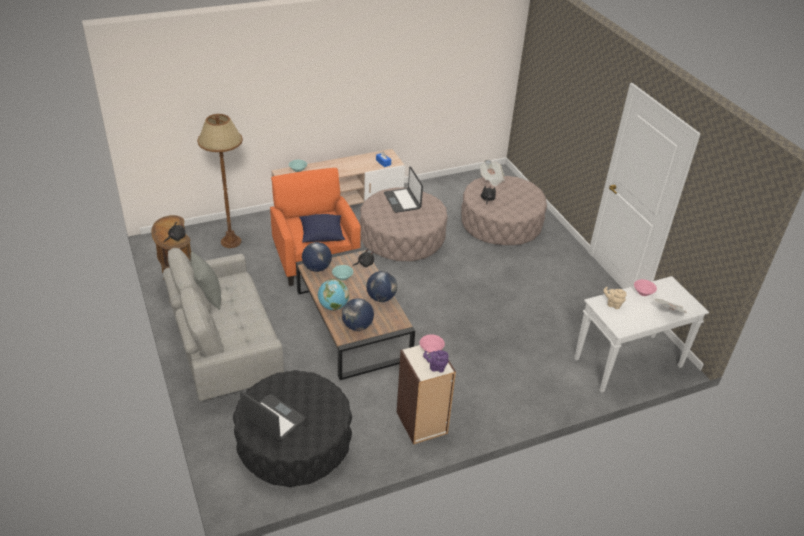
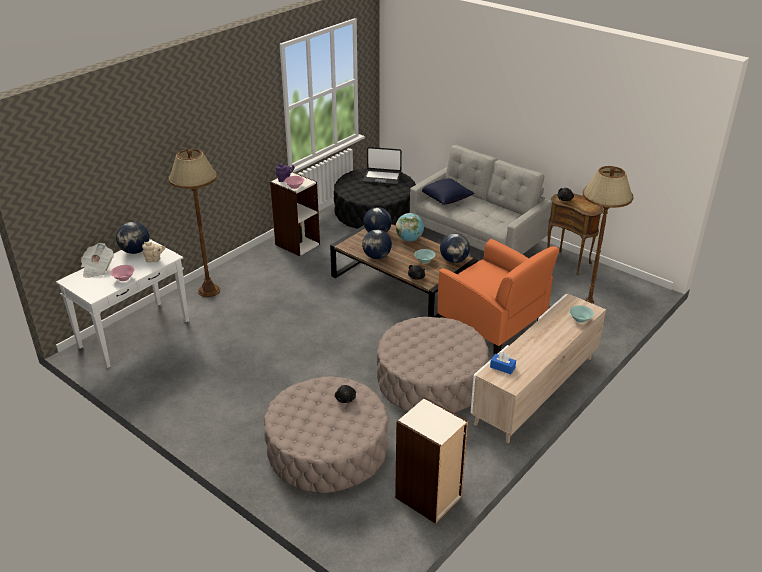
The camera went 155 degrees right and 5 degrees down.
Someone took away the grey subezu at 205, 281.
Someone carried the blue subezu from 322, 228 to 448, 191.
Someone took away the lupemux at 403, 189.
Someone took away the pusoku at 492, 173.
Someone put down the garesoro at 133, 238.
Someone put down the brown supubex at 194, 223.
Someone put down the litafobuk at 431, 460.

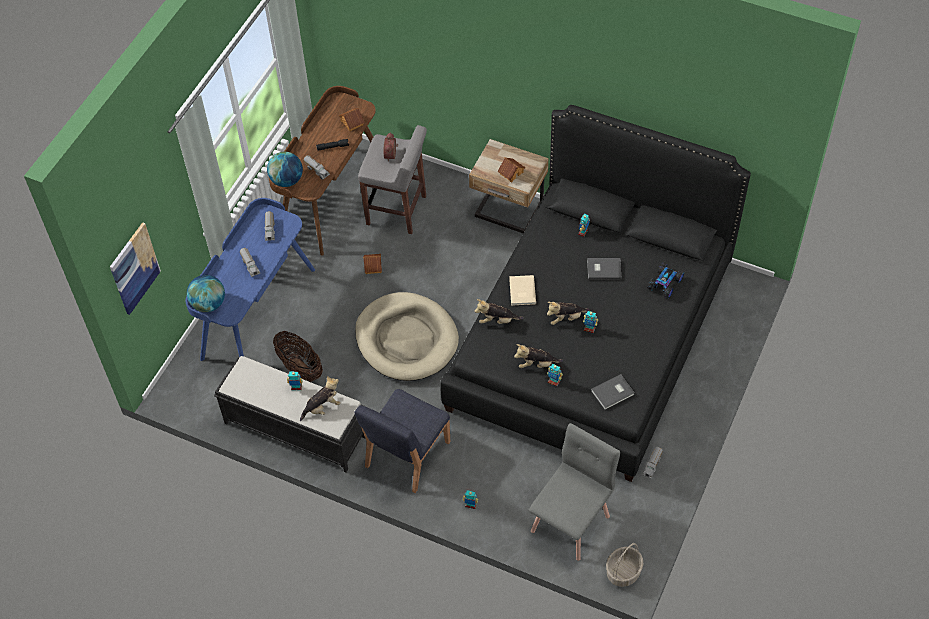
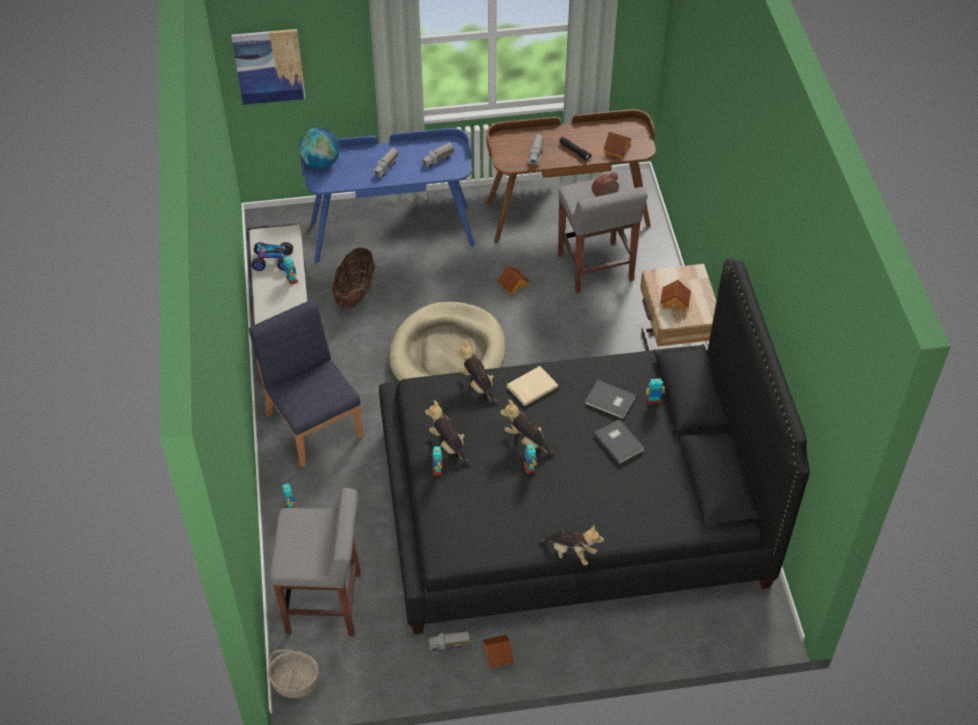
The camera went 55 degrees right and 5 degrees down.
Someone took away the garesoro at 285, 169.
Someone carried the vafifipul from 320, 398 to 571, 545.
Someone rotated the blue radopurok at 402, 441 by 60 degrees clockwise.
Someone swapped the grey radopurok at 574, 492 for the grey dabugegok at 315, 562.
Someone carried the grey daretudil from 612, 392 to 610, 399.
Someone carried the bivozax from 665, 281 to 272, 256.
Someone put down the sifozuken at 498, 651.

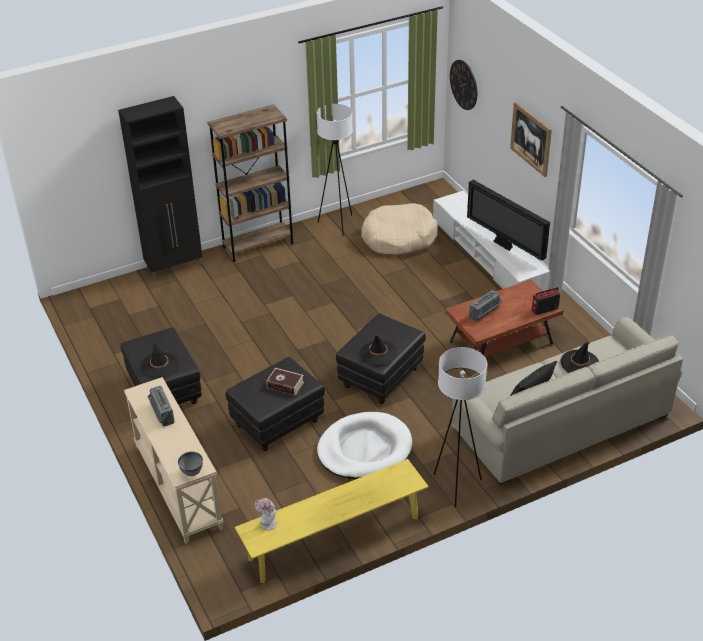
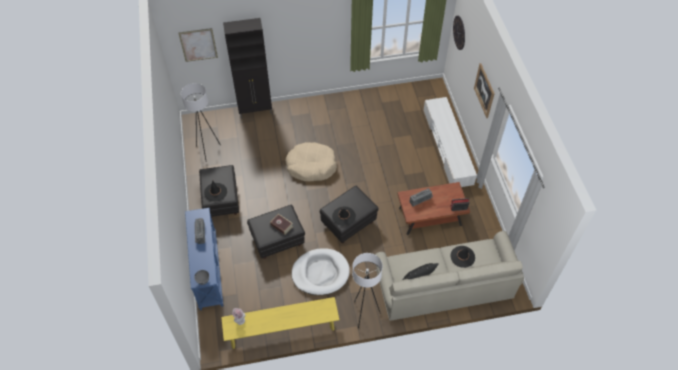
The camera went 15 degrees right and 15 degrees up.
Someone repainted the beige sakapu at 173, 460, which became the blue sakapu at 204, 259.
Someone took away the brown litafobuk at 250, 183.
Someone carried the white supubex from 334, 170 to 201, 122.
Someone carried the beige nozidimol from 399, 229 to 311, 161.
Someone took away the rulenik at 508, 220.
Someone put up the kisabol at 198, 45.

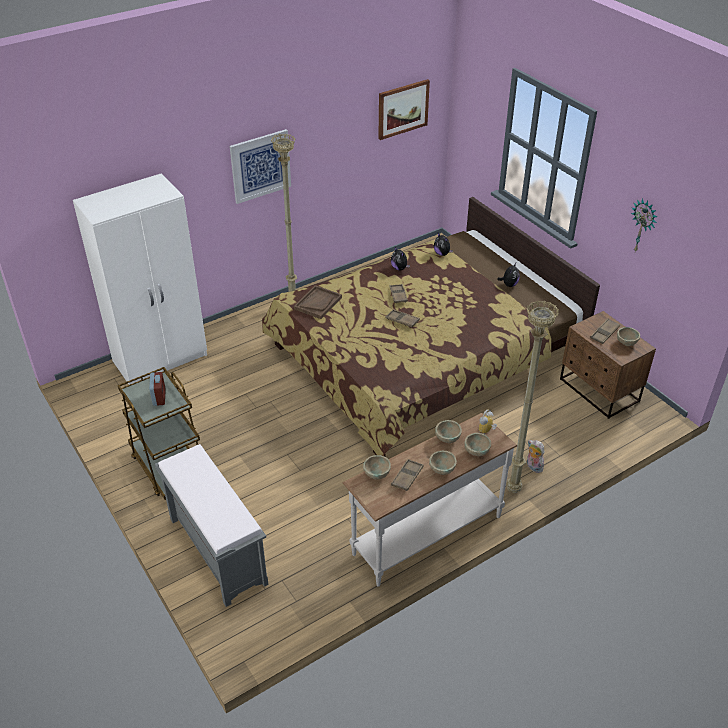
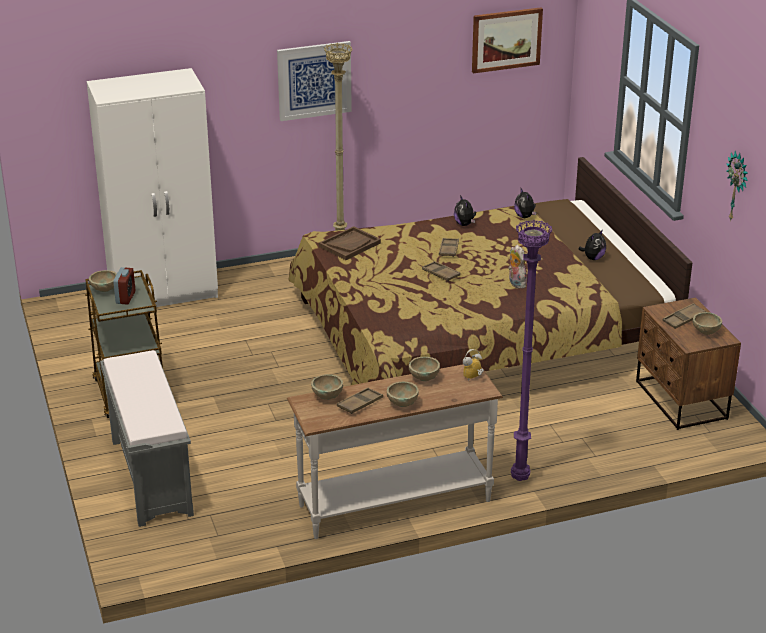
The camera went 15 degrees right and 10 degrees down.
Someone carried the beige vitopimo from 478, 444 to 103, 281.
Someone repainted the beige supubex at 532, 396, which became the purple supubex at 531, 350.
Someone carried the vafifipul from 535, 456 to 517, 267.

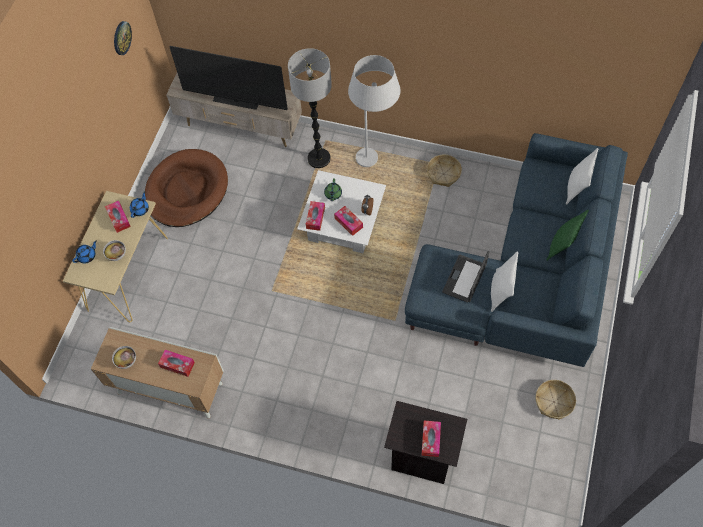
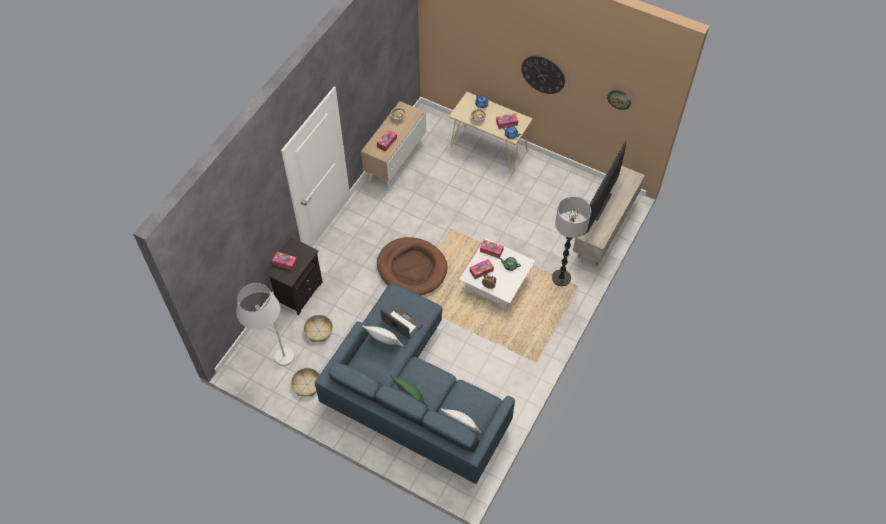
The camera went 100 degrees right and 5 degrees down.
Someone carried the brown nozidimol from 186, 188 to 412, 266.
Someone carried the white supubex from 374, 111 to 265, 324.
Someone carried the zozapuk from 444, 171 to 318, 328.
Someone put up the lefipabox at 543, 75.

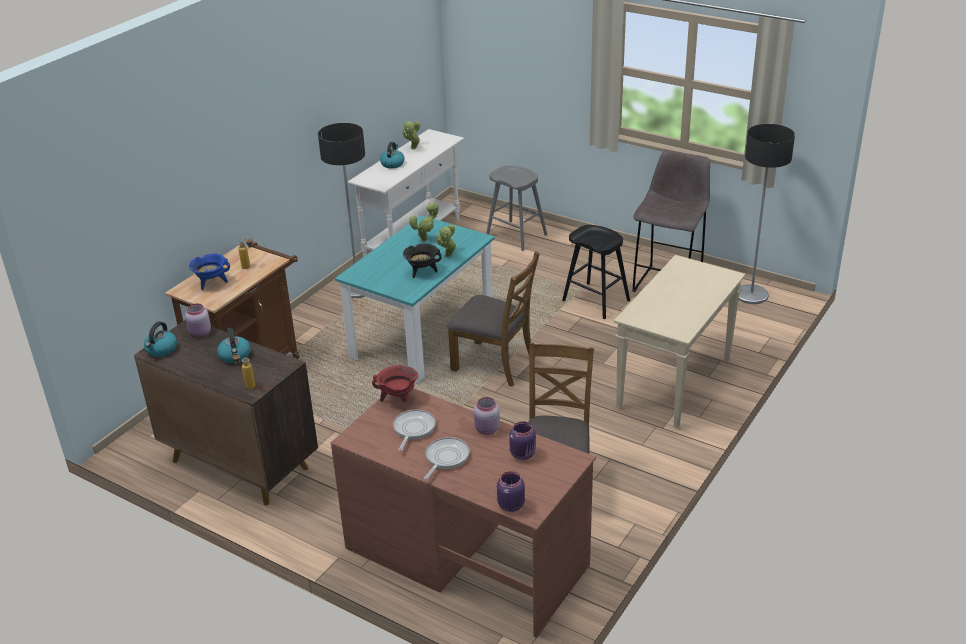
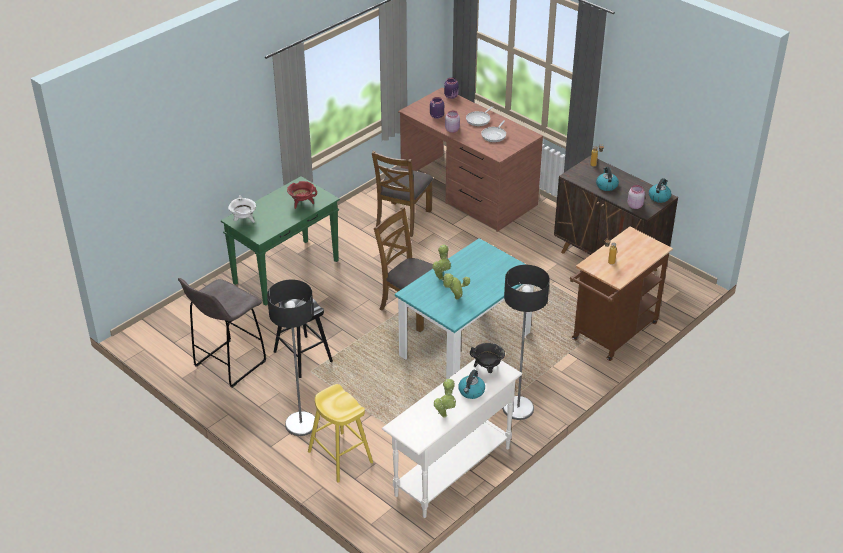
The camera went 170 degrees left and 5 degrees up.
Someone took away the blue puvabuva at 209, 272.
Someone carried the red puvabuva from 395, 383 to 302, 195.
Someone carried the black puvabuva from 422, 261 to 487, 358.
Someone repainted the grey dabugegok at 516, 208, which became the yellow dabugegok at 340, 433.
Someone repainted the beige sakapu at 679, 341, which became the green sakapu at 280, 241.
Someone carried the supubex from 767, 214 to 291, 357.
Someone put down the white puvabuva at 242, 209.

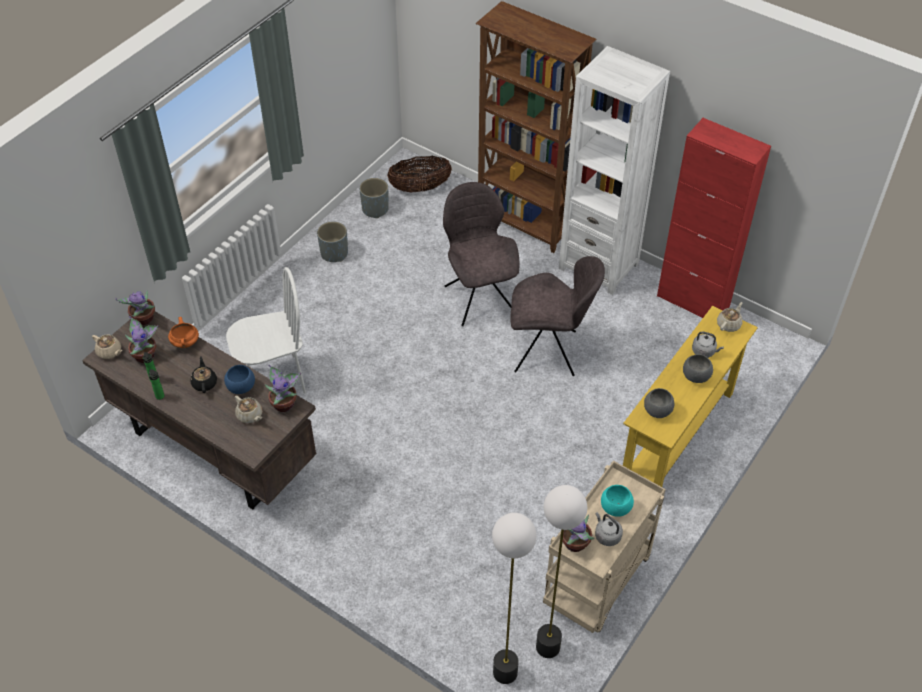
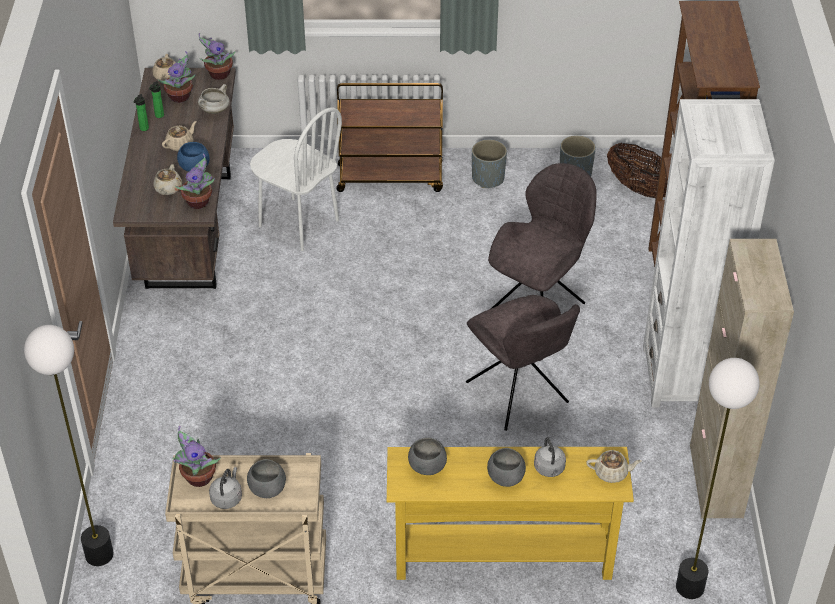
The camera went 55 degrees right and 5 degrees down.
Someone repainted the orange puvabuva at 183, 332, which became the white puvabuva at 214, 99.
Someone repainted the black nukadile at 203, 375, which became the beige nukadile at 179, 136.
Someone carried the supubex from 561, 571 to 718, 478.
Someone repainted the turquoise vitopimo at 617, 501, which became the grey vitopimo at 266, 478.
Someone repainted the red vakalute at 714, 218, which became the beige vakalute at 742, 378.
Someone put down the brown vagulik at 389, 137.

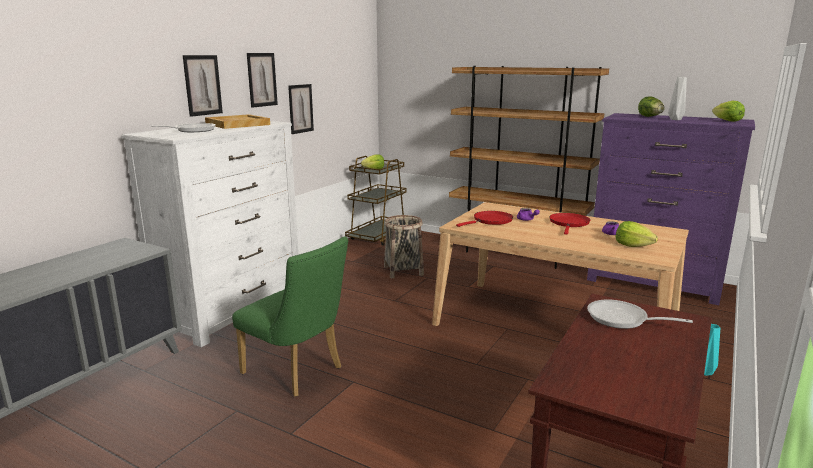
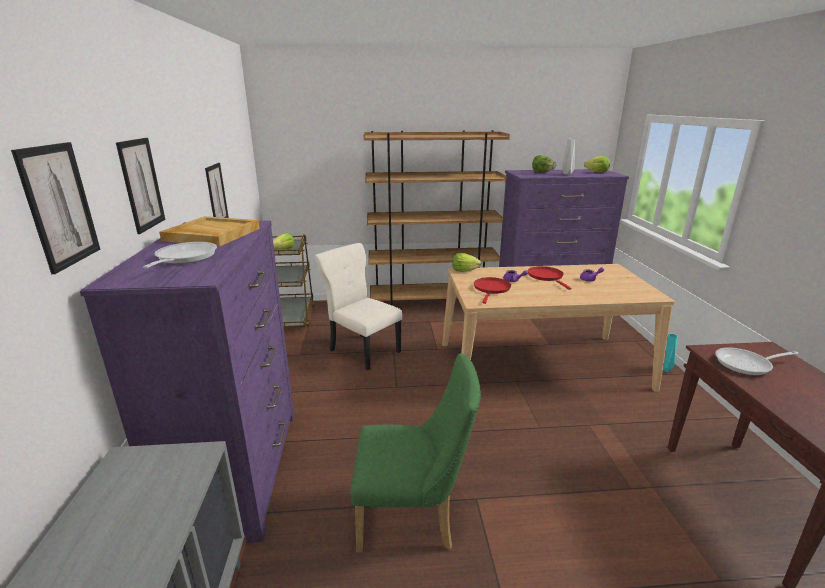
The camera went 35 degrees left and 5 degrees up.
Someone repainted the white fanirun at 210, 234, which became the purple fanirun at 187, 382.
Someone carried the kisabol from 262, 80 to 55, 208.
Someone swapped the zozapuk at 404, 246 for the beige radopurok at 359, 306.
Someone carried the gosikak from 637, 234 to 466, 262.

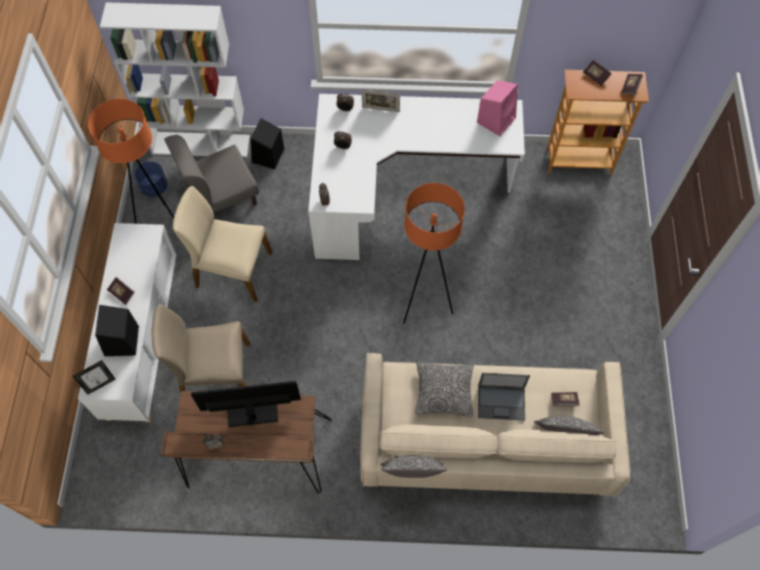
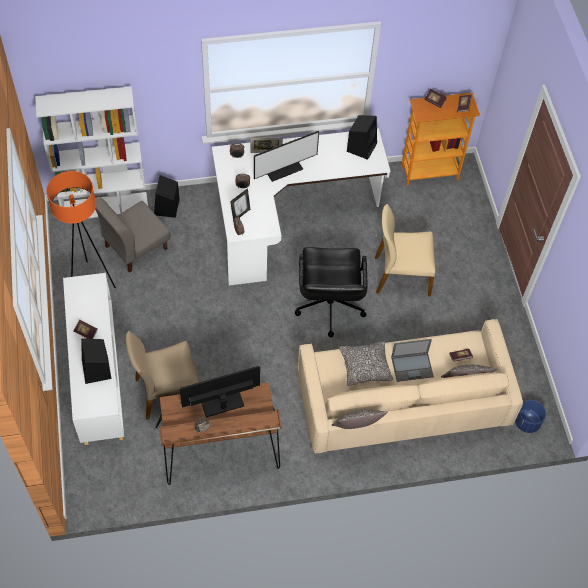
The camera went 15 degrees left and 5 degrees down.
Someone carried the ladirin from 94, 377 to 240, 205.
Someone carried the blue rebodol from 151, 179 to 530, 416.
Someone carried the beige radopurok from 222, 244 to 405, 250.
Someone swapped the orange supubex at 434, 253 for the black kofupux at 331, 292.
Someone repainted the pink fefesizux at 497, 108, which became the black fefesizux at 362, 137.
Someone put down the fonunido at 286, 156.

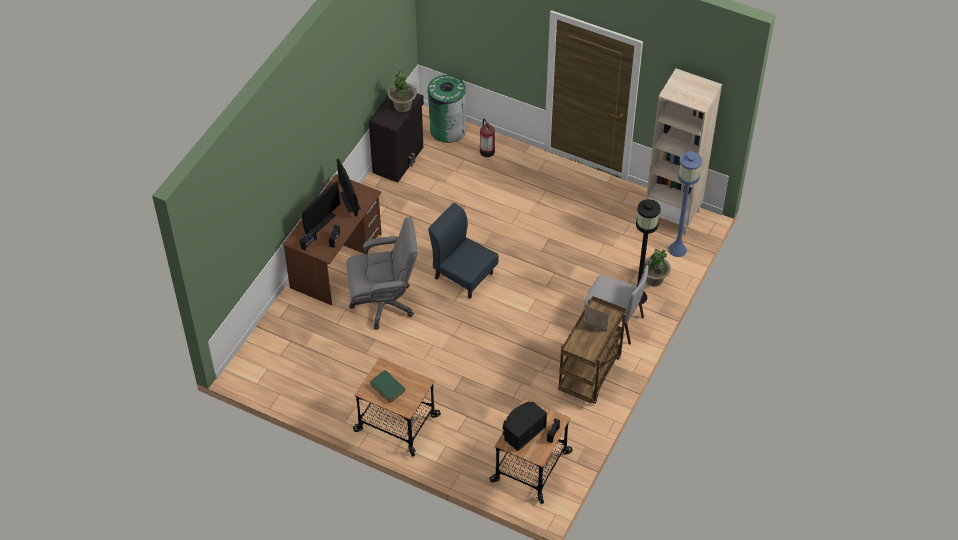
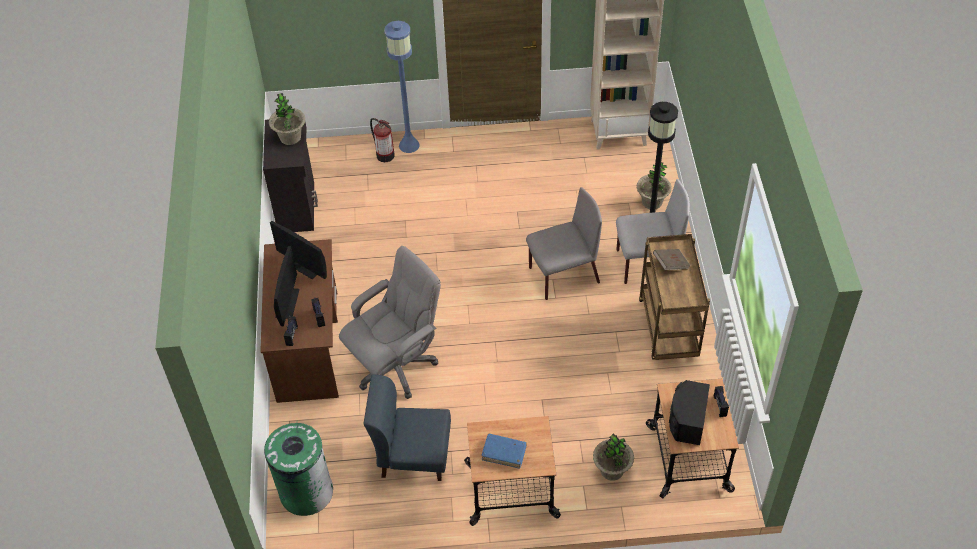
The camera went 30 degrees left and 0 degrees up.
Someone repainted the green daretudil at 387, 386, which became the blue daretudil at 504, 450.
Someone carried the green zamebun from 447, 109 to 298, 469.
Someone carried the blue radopurok from 463, 251 to 407, 428.
Someone carried the blue supubex from 685, 204 to 402, 87.
Someone put down the grey radopurok at 564, 243.
Someone put down the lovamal at 613, 457.

